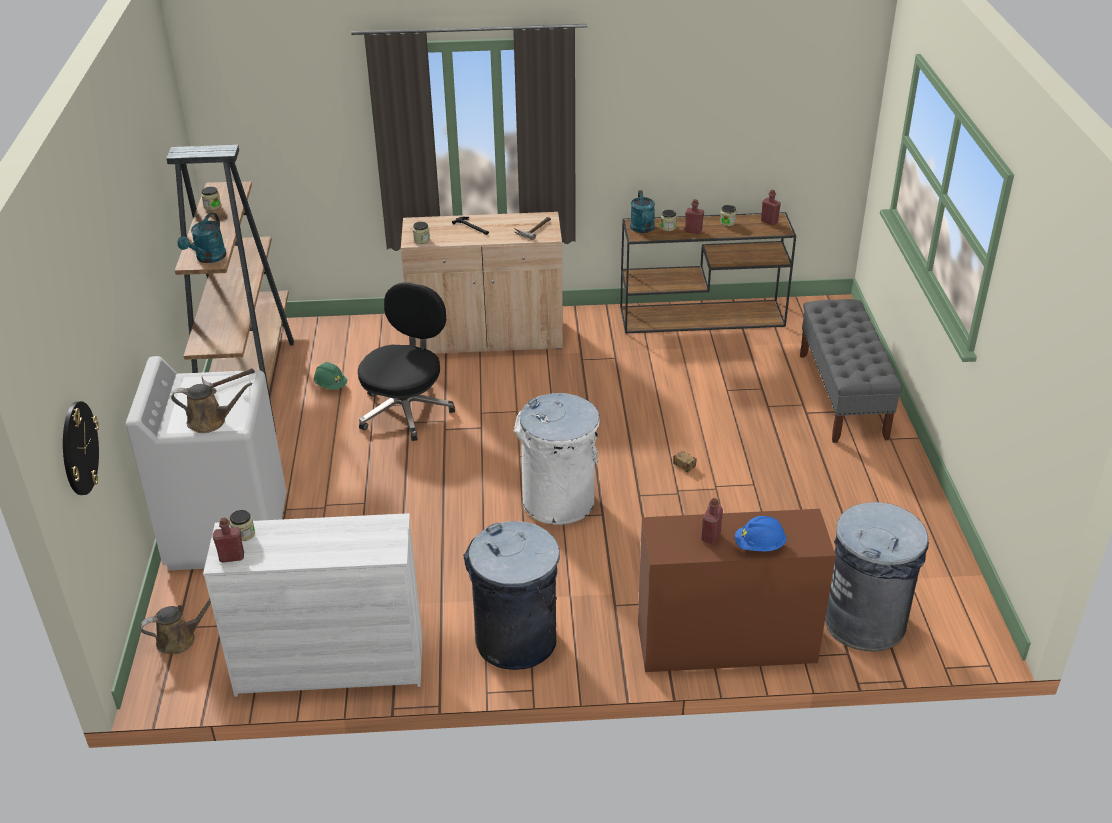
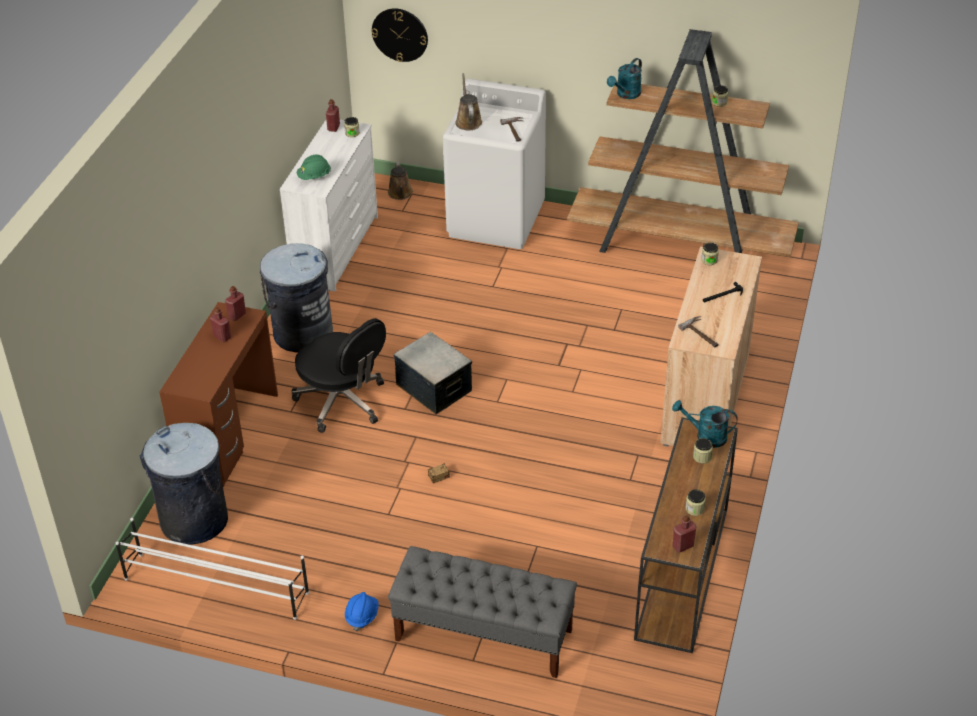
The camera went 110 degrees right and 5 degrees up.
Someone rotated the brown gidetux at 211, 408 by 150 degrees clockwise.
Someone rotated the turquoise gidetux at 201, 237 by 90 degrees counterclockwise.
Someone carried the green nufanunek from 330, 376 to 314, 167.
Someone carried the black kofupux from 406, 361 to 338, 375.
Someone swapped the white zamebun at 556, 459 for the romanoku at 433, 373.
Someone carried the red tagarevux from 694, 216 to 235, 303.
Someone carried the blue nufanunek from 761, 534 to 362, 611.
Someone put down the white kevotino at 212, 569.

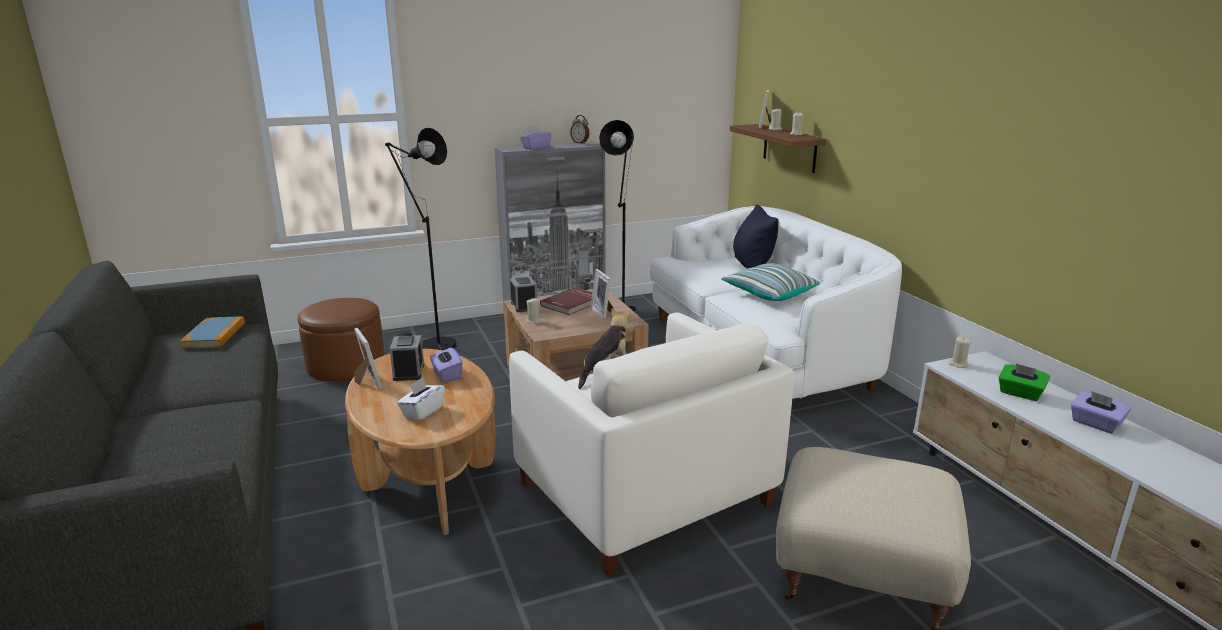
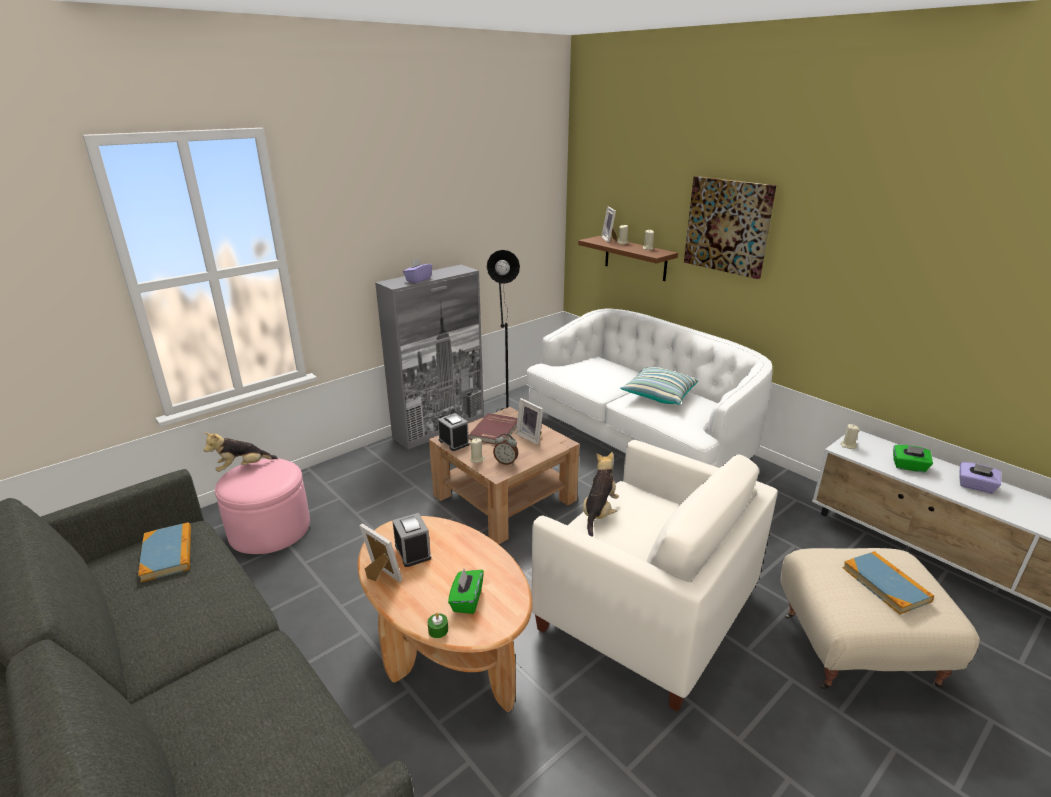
The camera went 20 degrees left and 5 degrees up.
Someone repainted the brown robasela at 341, 339, which became the pink robasela at 262, 506.
Someone took away the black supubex at 420, 239.
Someone repainted the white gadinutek at 421, 399, which became the green gadinutek at 466, 591.
Someone took away the purple gadinutek at 446, 364.
Someone carried the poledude from 580, 129 to 505, 449.
Someone took away the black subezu at 756, 236.
Someone put down the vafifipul at 240, 452.
Someone put down the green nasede at 438, 625.
Someone put up the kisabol at 730, 227.
Someone put down the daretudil at 888, 582.

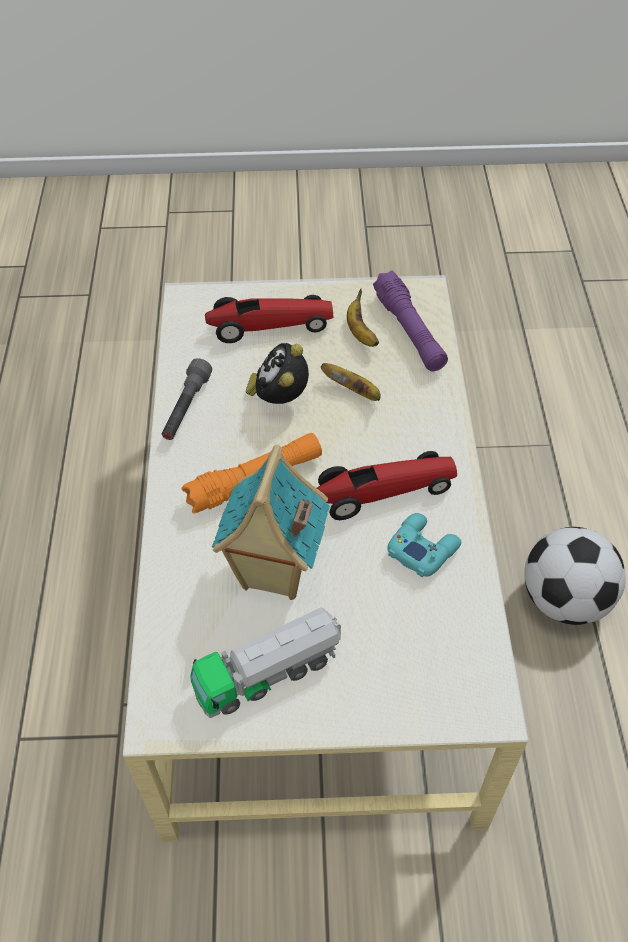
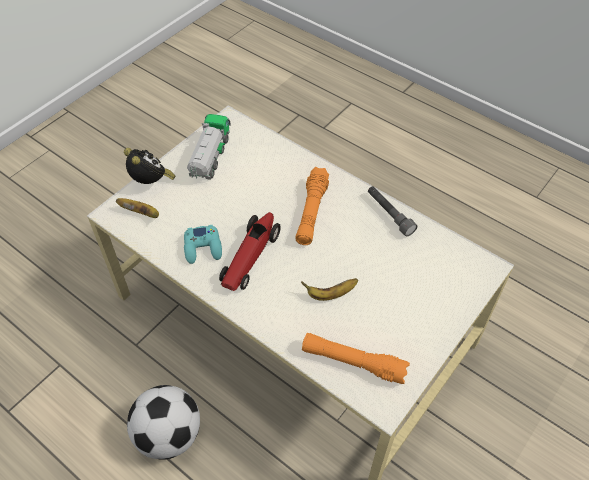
The camera went 130 degrees right and 0 degrees up.
Someone took away the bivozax at 269, 319.
Someone took away the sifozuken at 271, 522.
Someone carried the poledude from 277, 373 to 149, 166.
Someone carried the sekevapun from 363, 317 to 137, 208.
Someone repainted the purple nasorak at 410, 320, which became the orange nasorak at 356, 358.

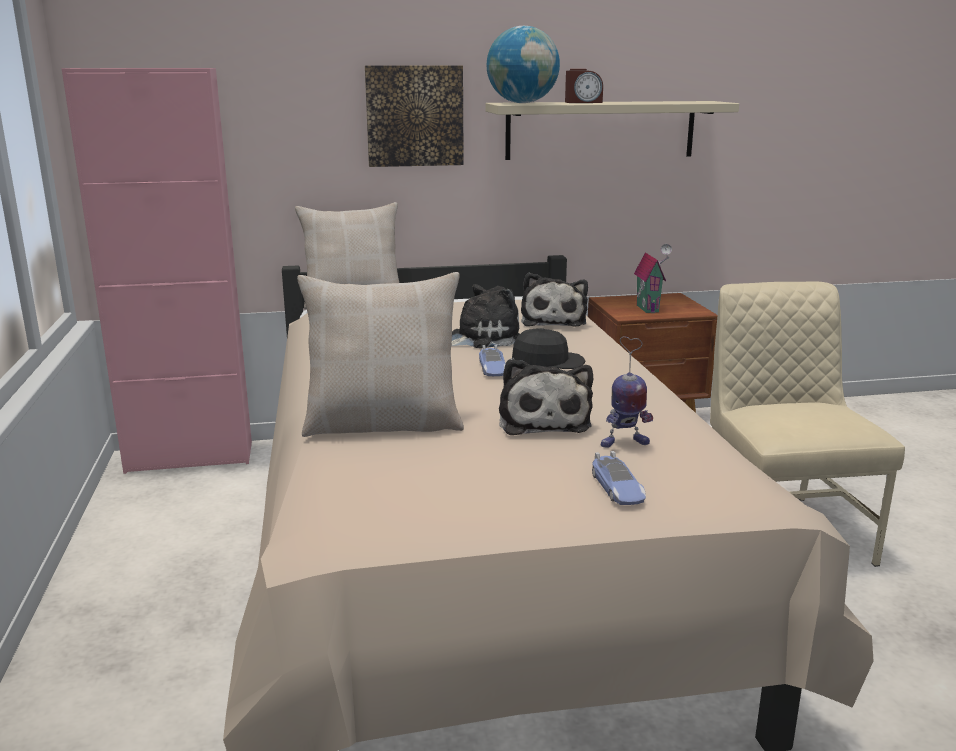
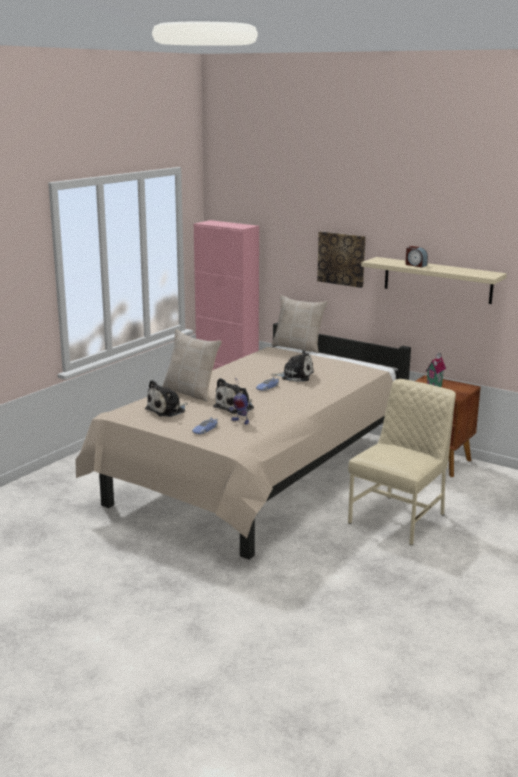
The camera went 45 degrees right and 0 degrees up.
Someone took away the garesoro at 523, 64.
Someone took away the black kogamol at 548, 348.
Someone carried the vafifipul from 554, 300 to 166, 398.

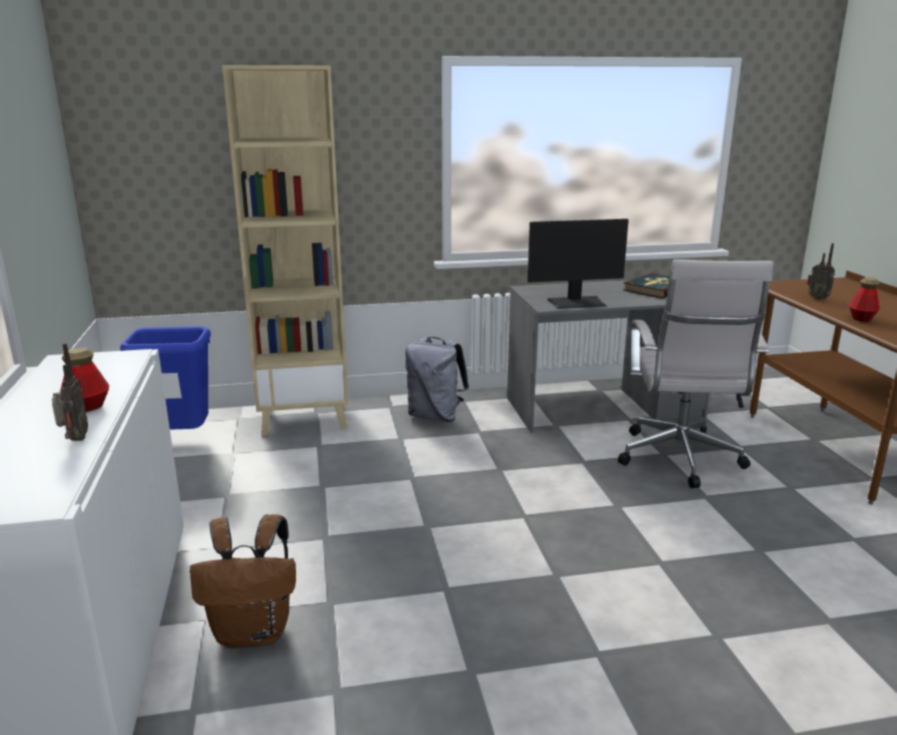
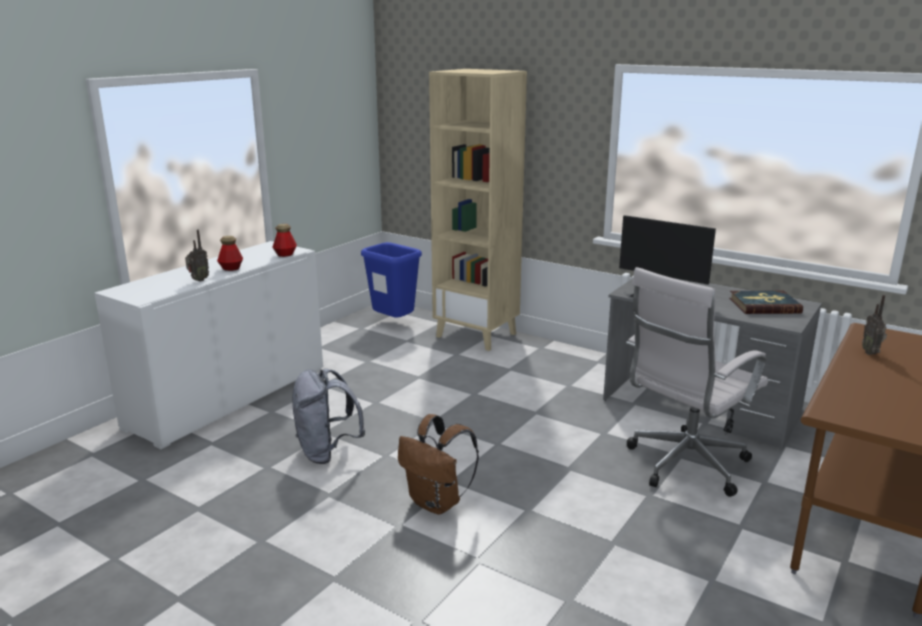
The camera went 45 degrees right and 0 degrees up.
Someone carried the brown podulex from 243, 581 to 438, 464.
Someone carried the grey podulex from 437, 379 to 328, 416.
Someone carried the tagarevux from 864, 299 to 284, 240.

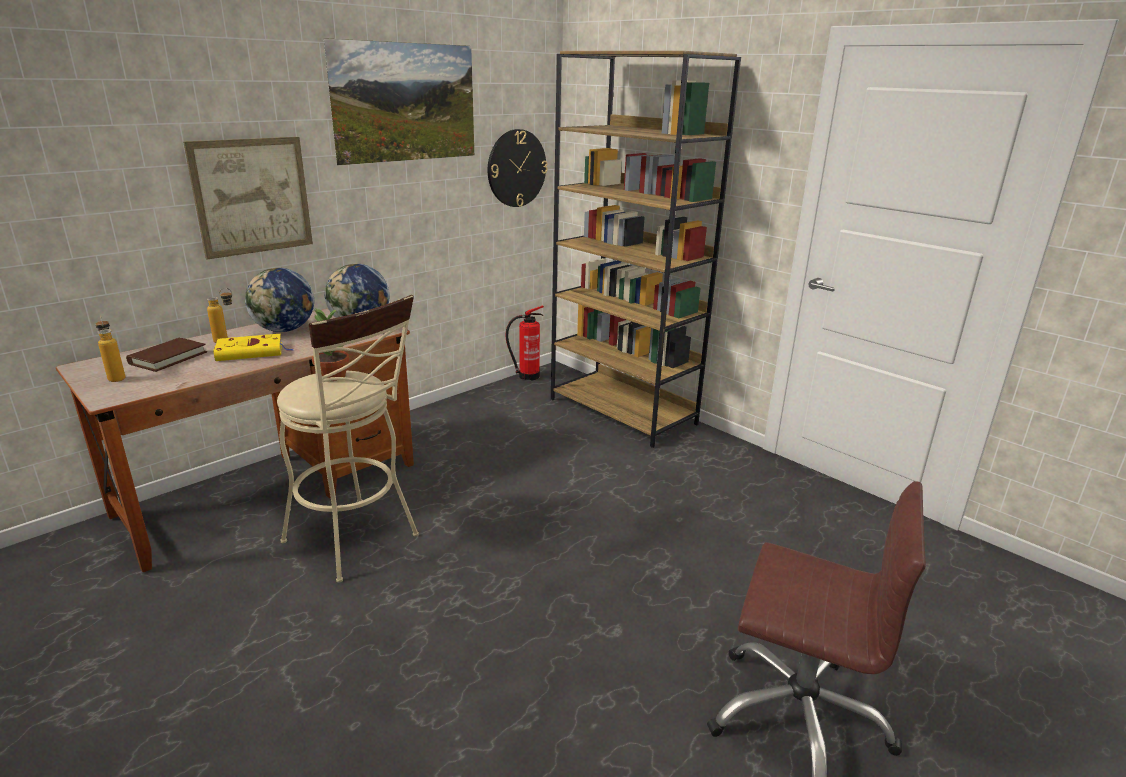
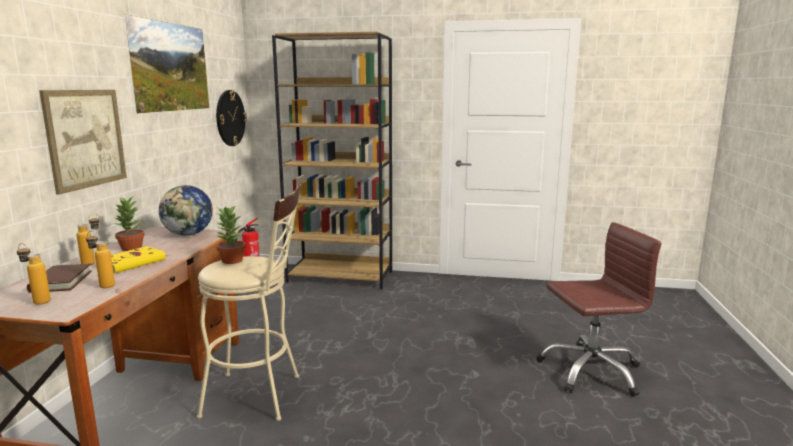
The camera went 35 degrees left and 10 degrees down.
Someone swapped the garesoro at 279, 300 for the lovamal at 129, 223.
Someone put down the tagarevux at 100, 259.

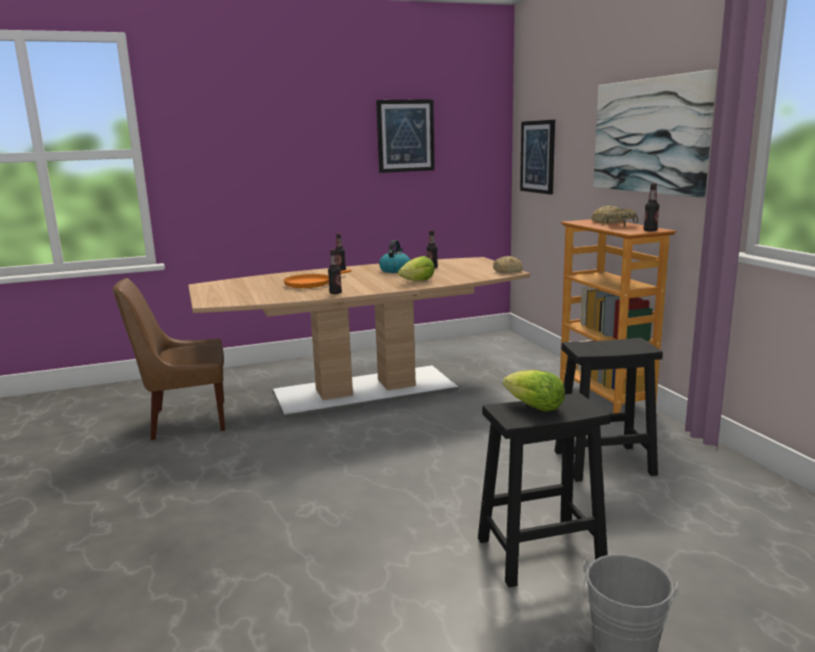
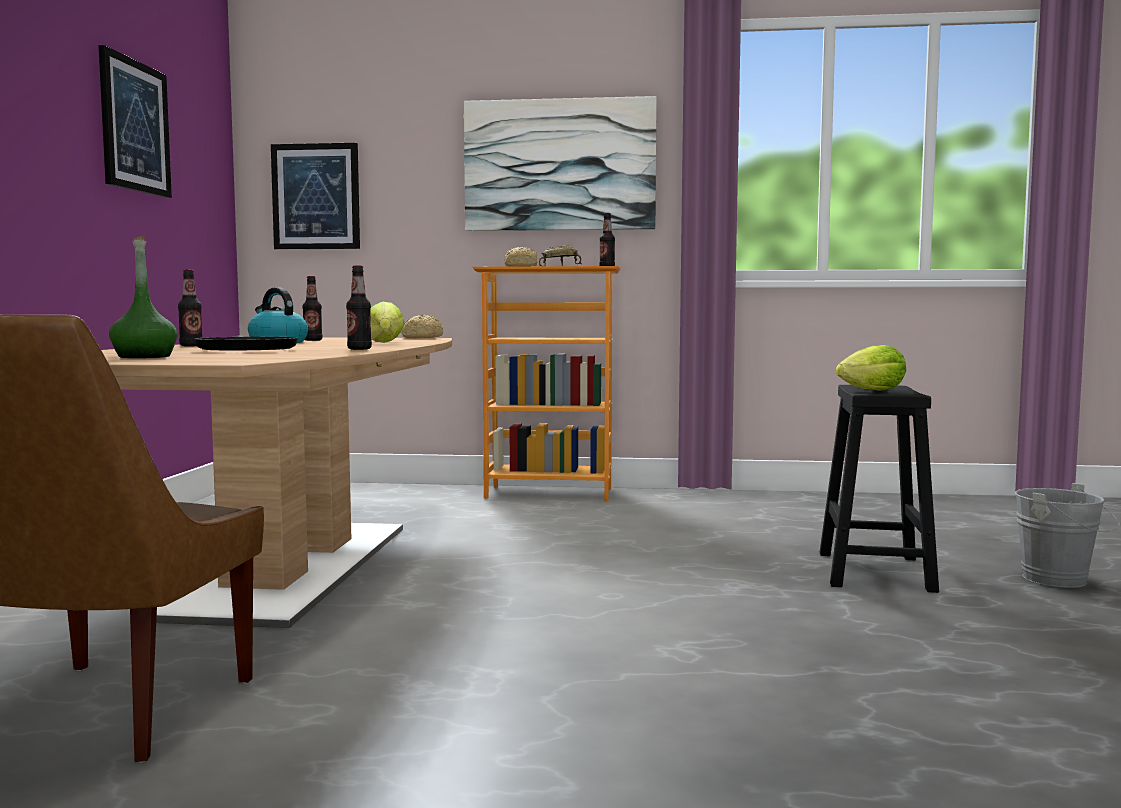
The camera went 65 degrees left and 10 degrees down.
Someone repainted the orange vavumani at 317, 279, which became the black vavumani at 246, 343.
Someone took away the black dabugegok at 609, 410.
Someone put down the green tagarevux at 143, 297.

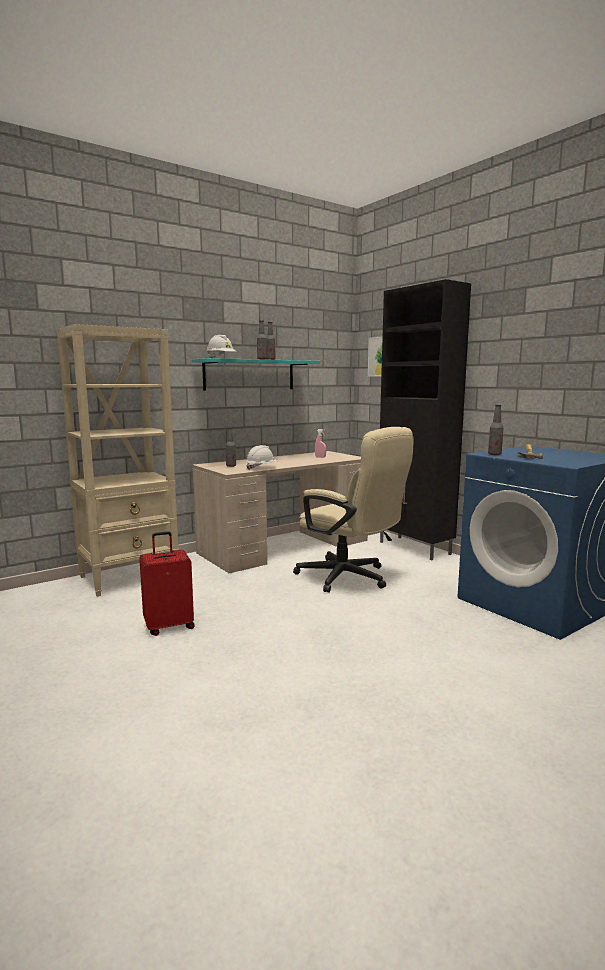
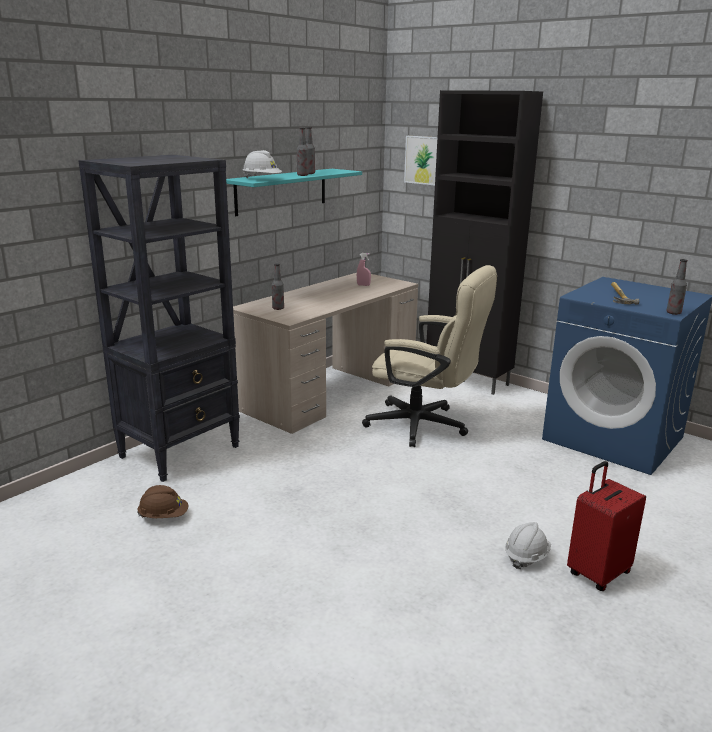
The camera went 15 degrees left and 10 degrees up.
Someone repainted the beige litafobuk at 118, 460, which became the black litafobuk at 159, 318.
Someone carried the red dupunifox from 167, 583 to 606, 526.
Someone carried the white nufanunek from 262, 457 to 528, 545.
Someone carried the tagarevux from 495, 430 to 677, 287.
Someone put down the brown nufanunek at 162, 501.

